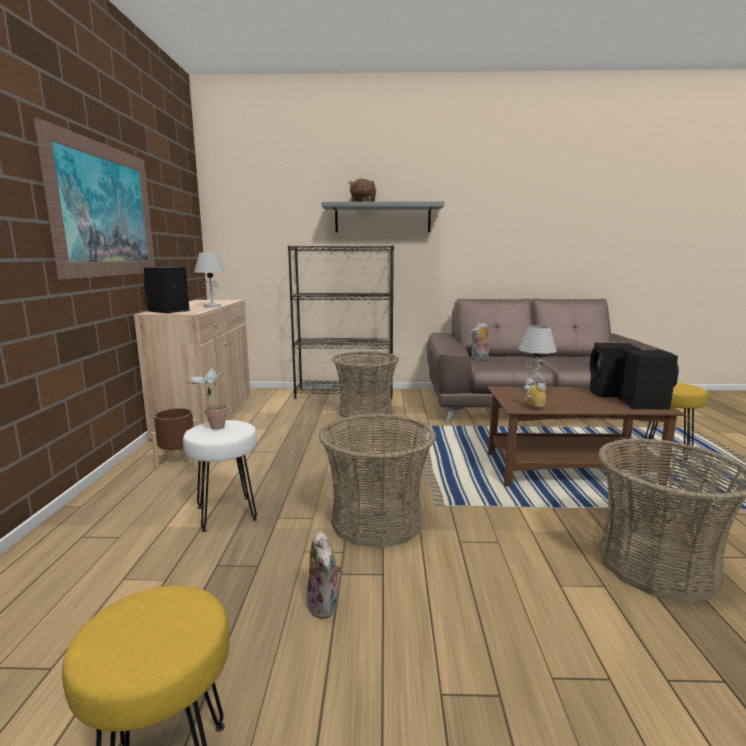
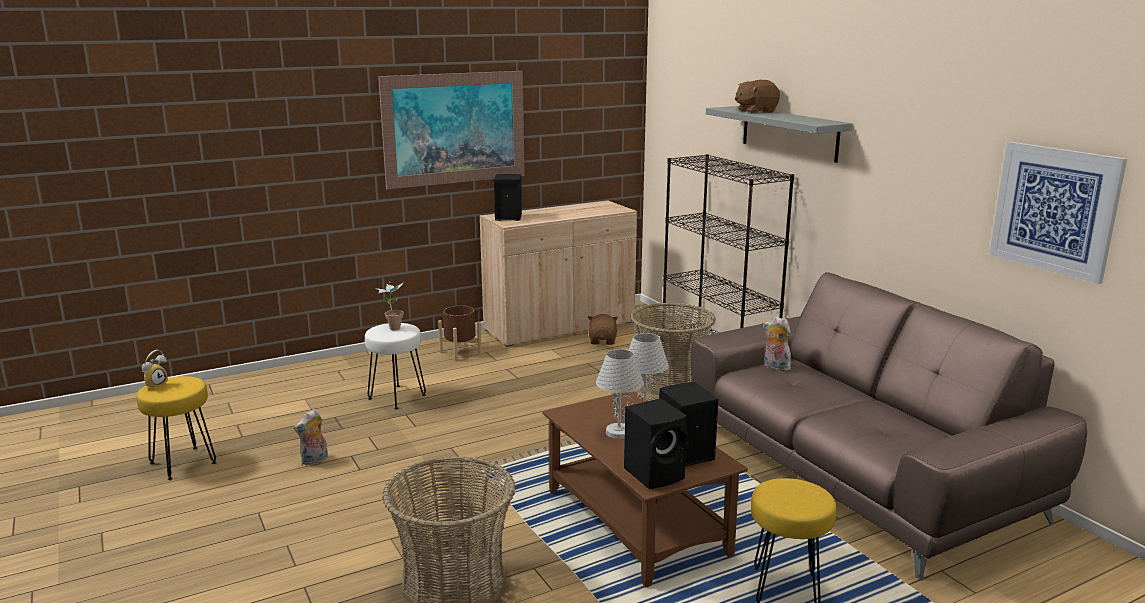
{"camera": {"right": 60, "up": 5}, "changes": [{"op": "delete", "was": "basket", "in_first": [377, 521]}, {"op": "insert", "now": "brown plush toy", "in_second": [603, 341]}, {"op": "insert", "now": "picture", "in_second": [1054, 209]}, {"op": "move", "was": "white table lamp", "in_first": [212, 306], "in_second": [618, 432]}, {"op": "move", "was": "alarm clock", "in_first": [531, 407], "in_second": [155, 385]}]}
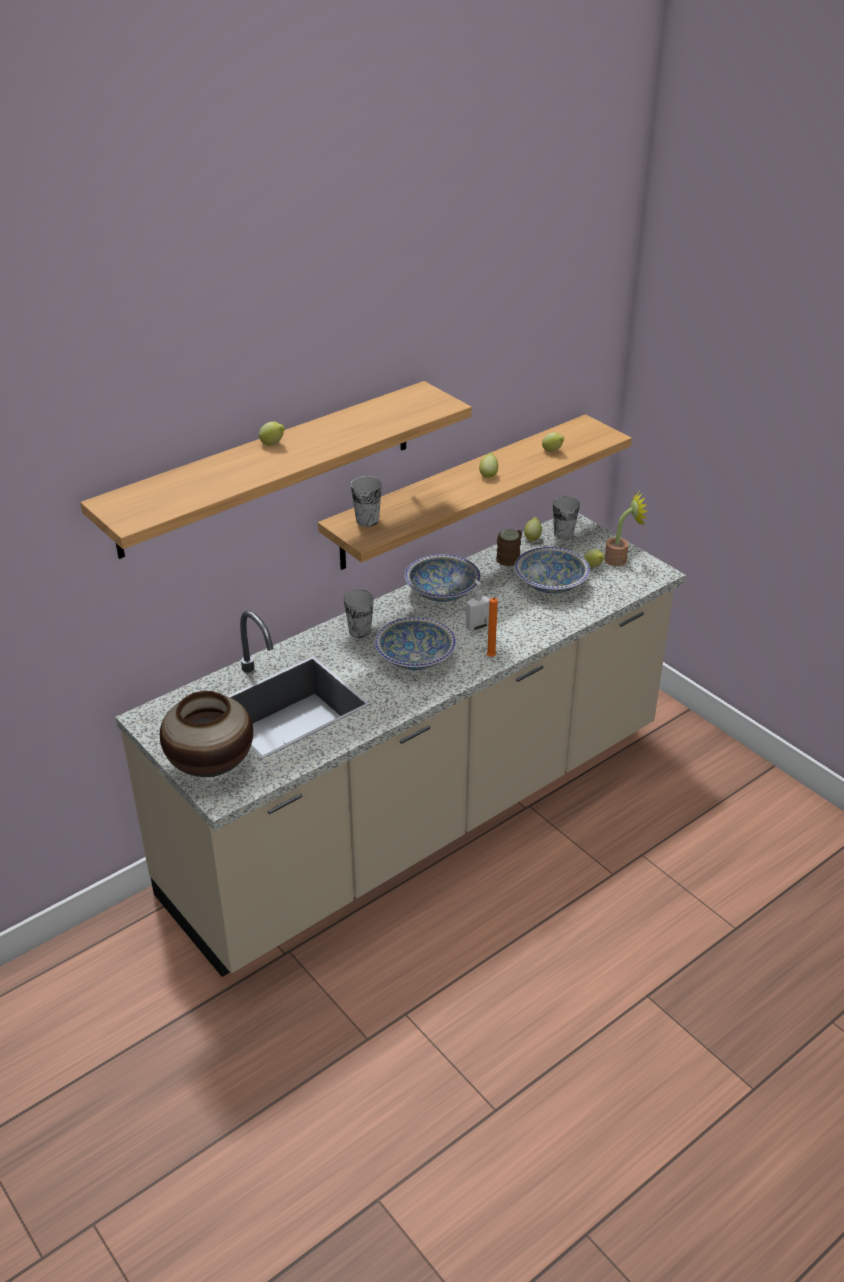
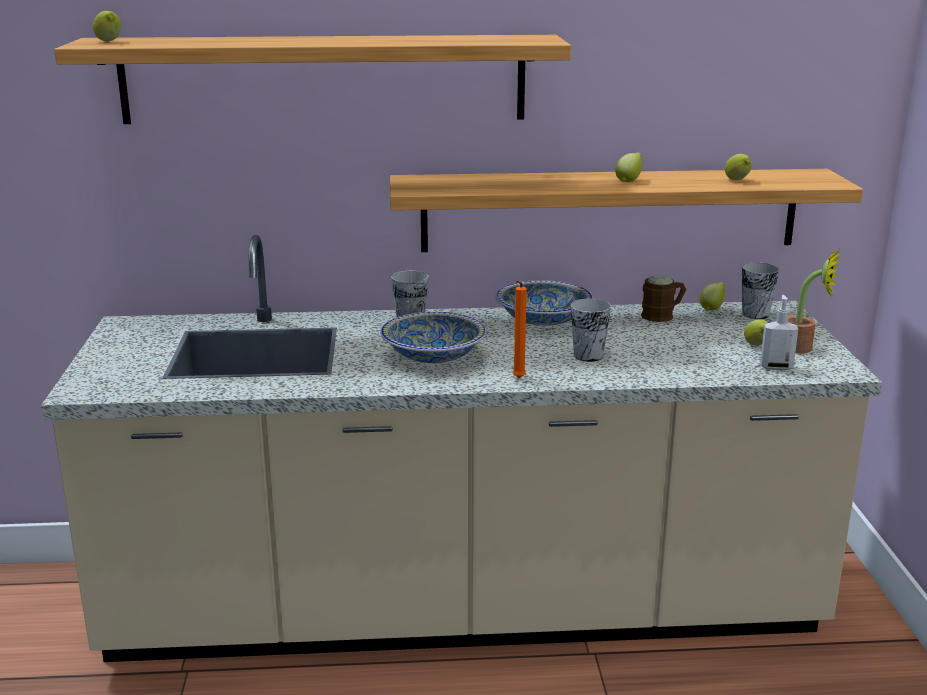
{"camera": {"right": 35, "up": -15}, "changes": [{"op": "delete", "was": "vase", "in_first": [210, 765]}, {"op": "delete", "was": "bowl", "in_first": [551, 584]}, {"op": "move", "was": "lemon", "in_first": [273, 444], "in_second": [109, 41]}, {"op": "move", "was": "cup", "in_first": [367, 520], "in_second": [588, 356]}, {"op": "move", "was": "soap dispenser", "in_first": [476, 626], "in_second": [776, 367]}]}
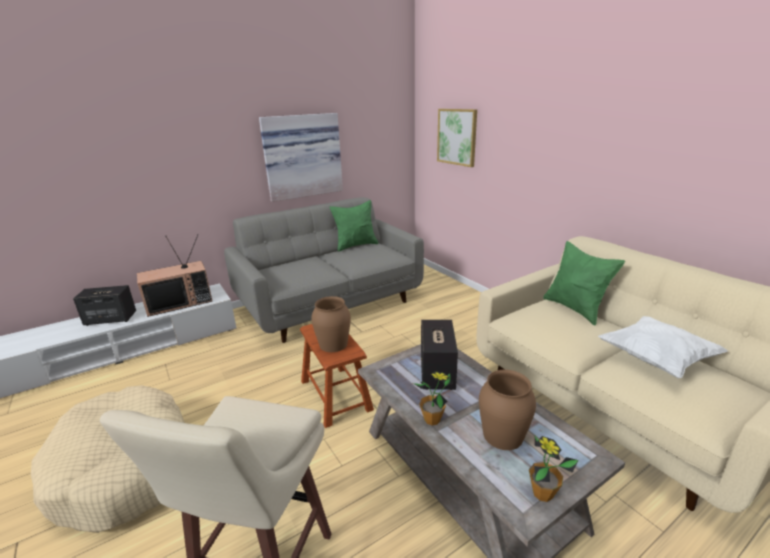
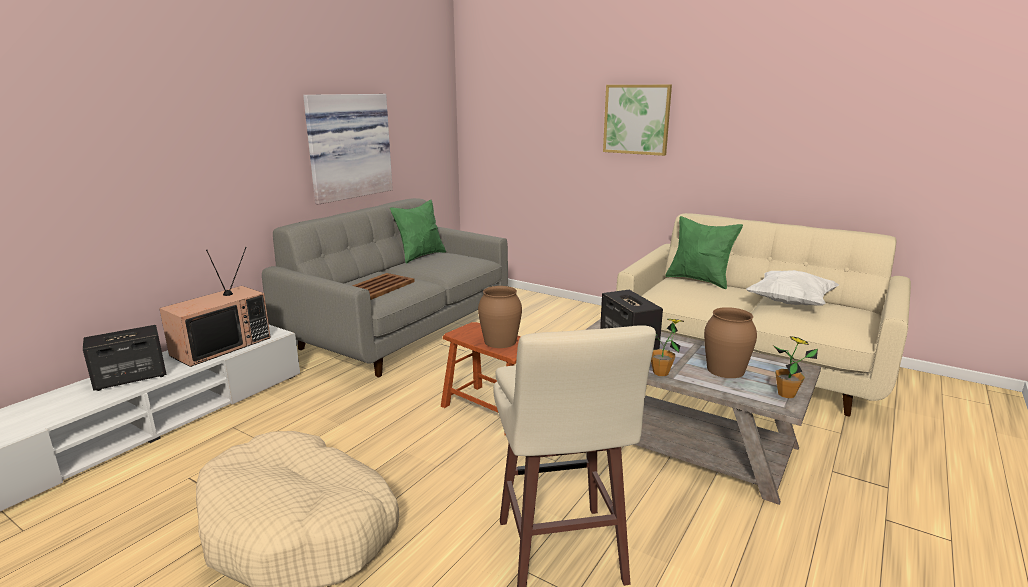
{"camera": {"right": -25, "up": -5}, "changes": [{"op": "insert", "now": "brown tray", "in_second": [378, 287]}, {"op": "move", "was": "picture", "in_first": [457, 137], "in_second": [636, 119]}]}
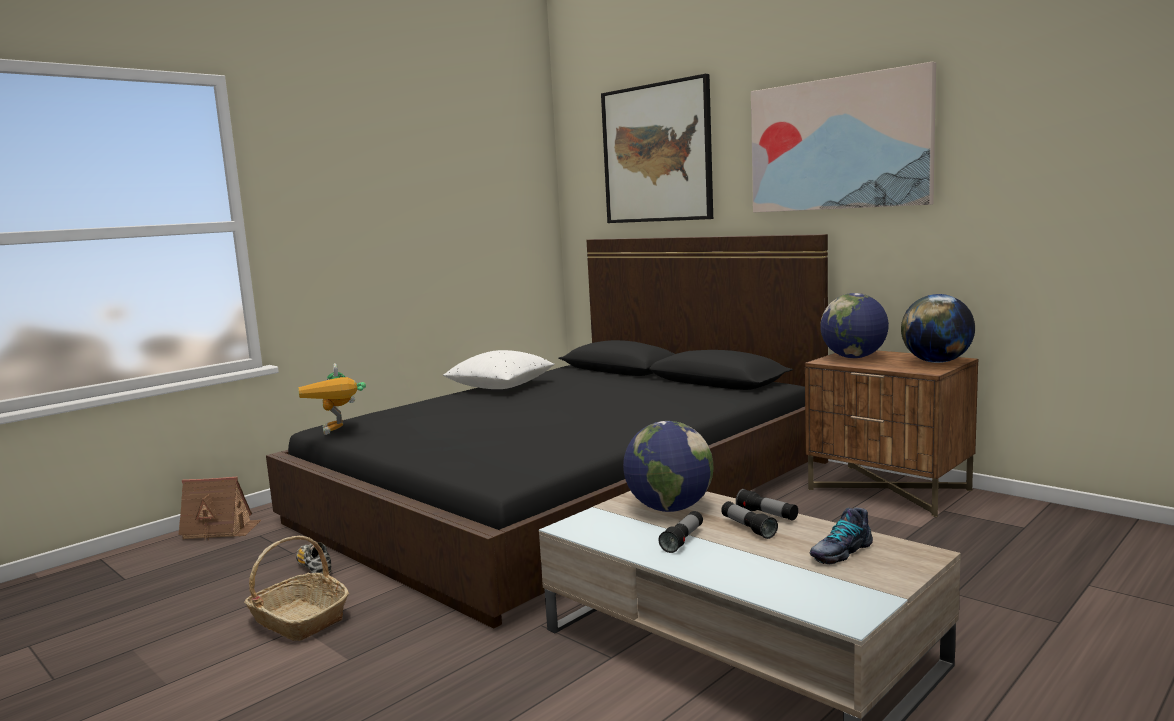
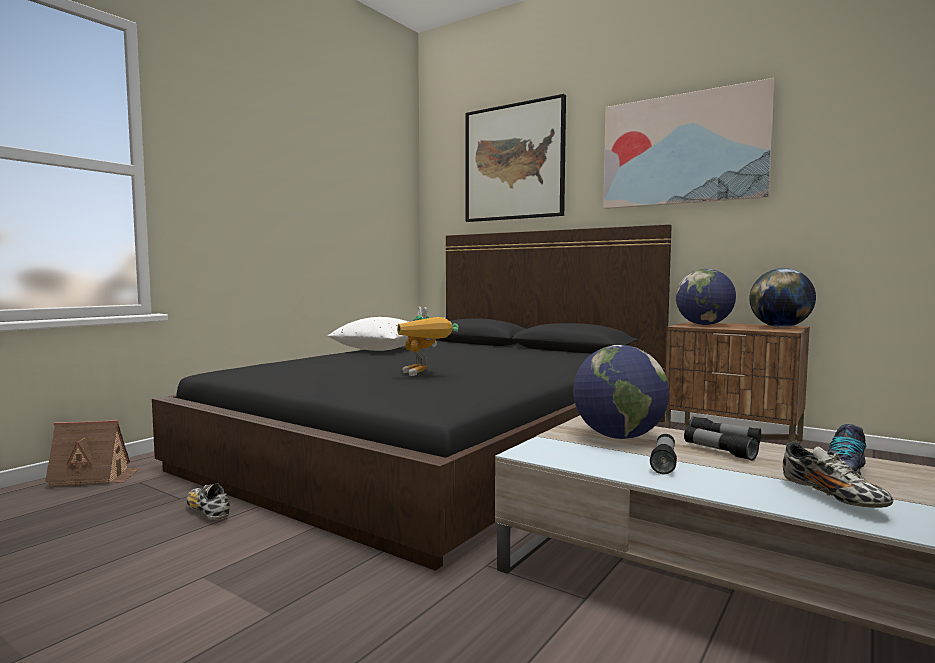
{"camera": {"right": -10, "up": -5}, "changes": [{"op": "delete", "was": "basket", "in_first": [298, 620]}, {"op": "insert", "now": "shoe", "in_second": [833, 497]}, {"op": "move", "was": "toy robot", "in_first": [339, 432], "in_second": [424, 375]}]}
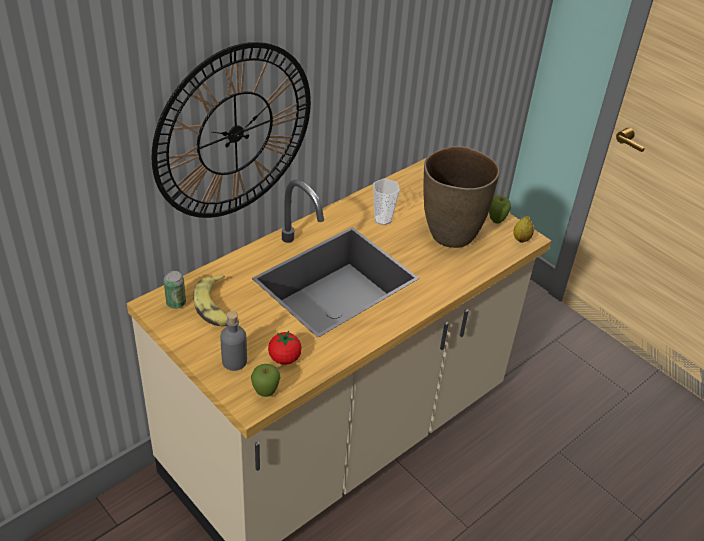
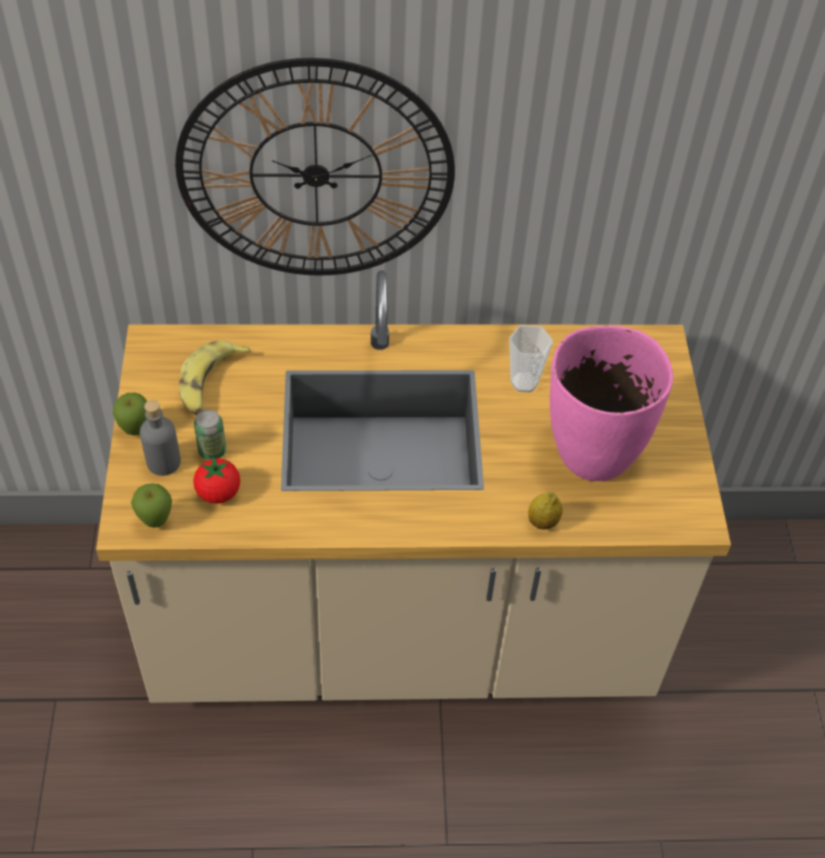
{"camera": {"right": 40, "up": 10}, "changes": [{"op": "move", "was": "can", "in_first": [176, 303], "in_second": [212, 451]}, {"op": "move", "was": "apple", "in_first": [496, 221], "in_second": [136, 430]}, {"op": "move", "was": "lemon", "in_first": [521, 239], "in_second": [542, 522]}, {"op": "recolor", "was": "brown vase", "now": "pink vase", "in_first": [450, 234], "in_second": [592, 453]}]}
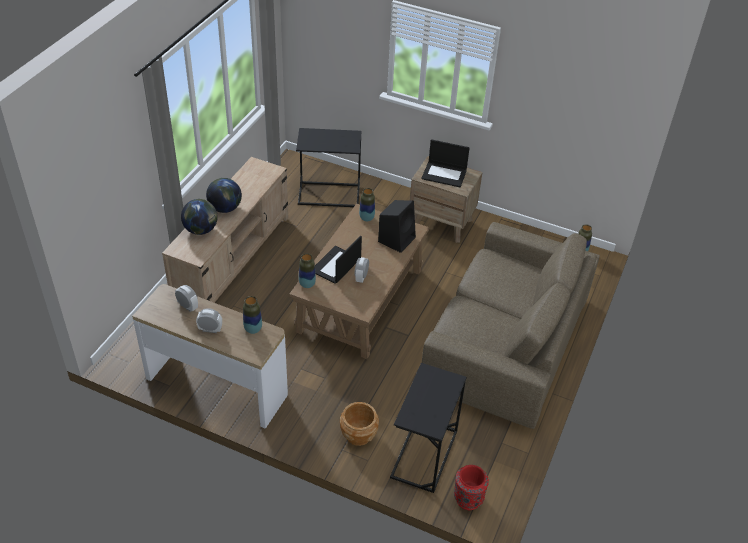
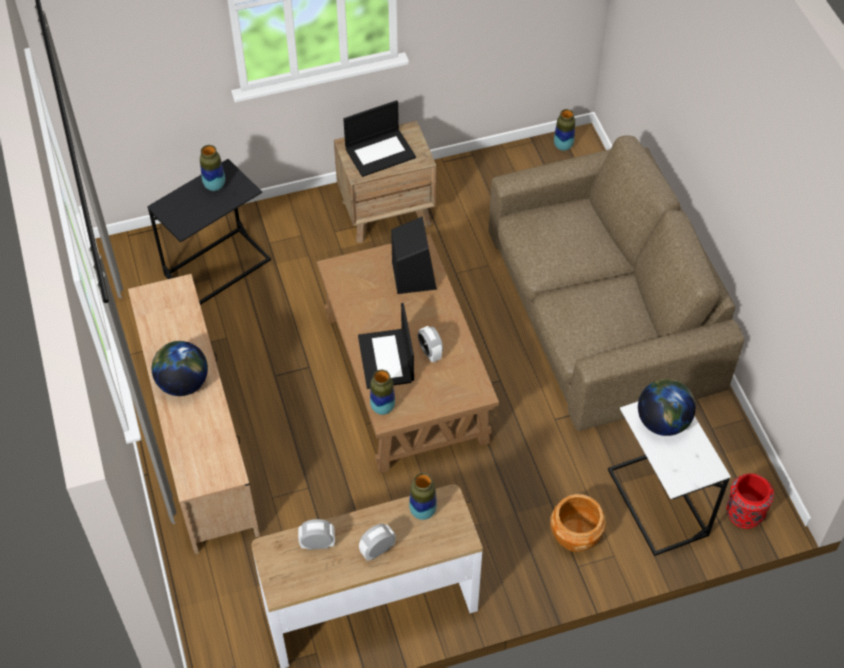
{"camera": {"right": -40, "up": 10}, "changes": [{"op": "move", "was": "globe", "in_first": [201, 230], "in_second": [662, 421]}, {"op": "move", "was": "vase", "in_first": [366, 218], "in_second": [214, 185]}, {"op": "recolor", "was": "black side table", "now": "white side table", "in_first": [424, 454], "in_second": [658, 502]}]}
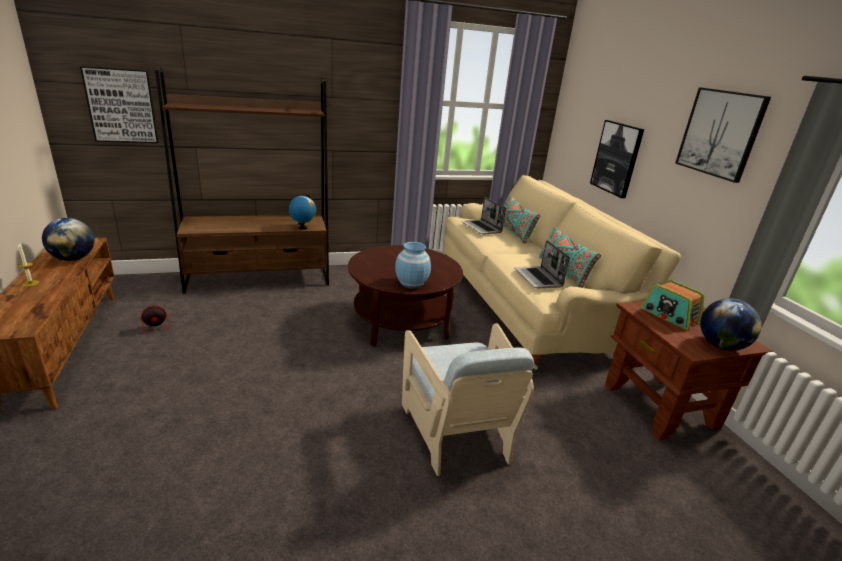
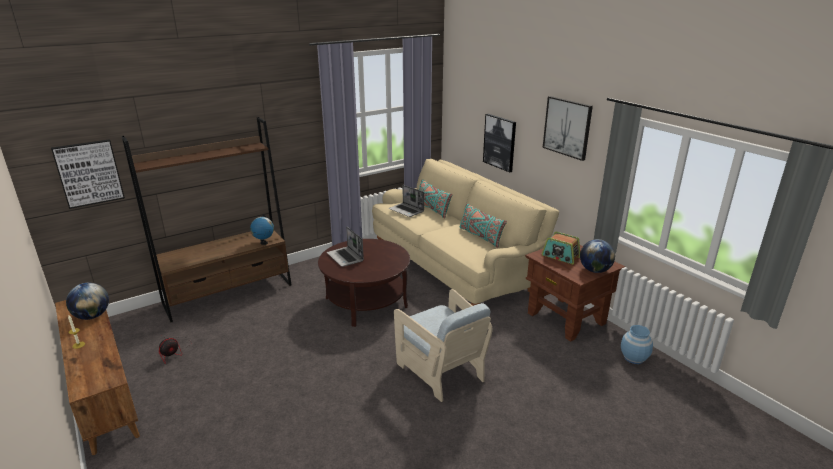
{"camera": {"right": -15, "up": 0}, "changes": [{"op": "move", "was": "blue vase", "in_first": [411, 283], "in_second": [634, 358]}, {"op": "move", "was": "laptop", "in_first": [538, 278], "in_second": [345, 257]}]}
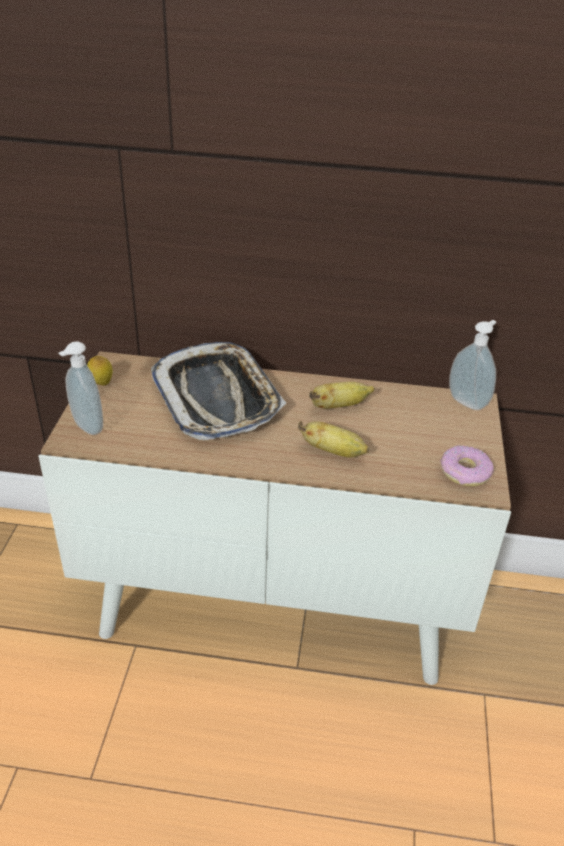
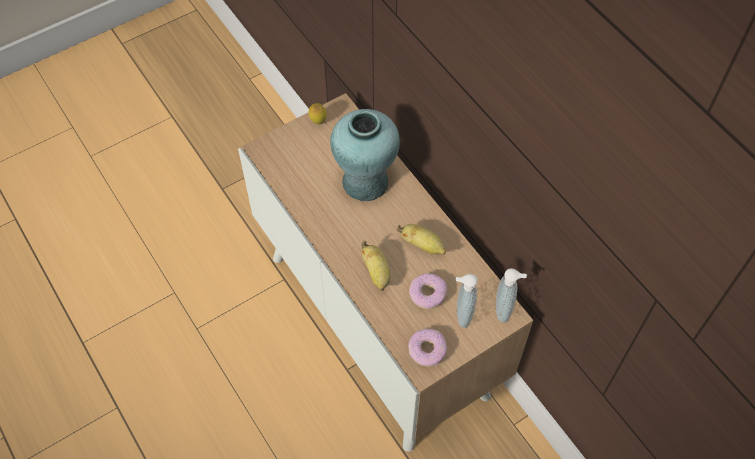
{"camera": {"right": 50, "up": 20}, "changes": [{"op": "insert", "now": "donut", "in_second": [427, 294]}, {"op": "move", "was": "soap dispenser", "in_first": [86, 427], "in_second": [462, 314]}, {"op": "replace", "was": "tray", "now": "turquoise vase", "in_first": [217, 398], "in_second": [365, 182]}]}
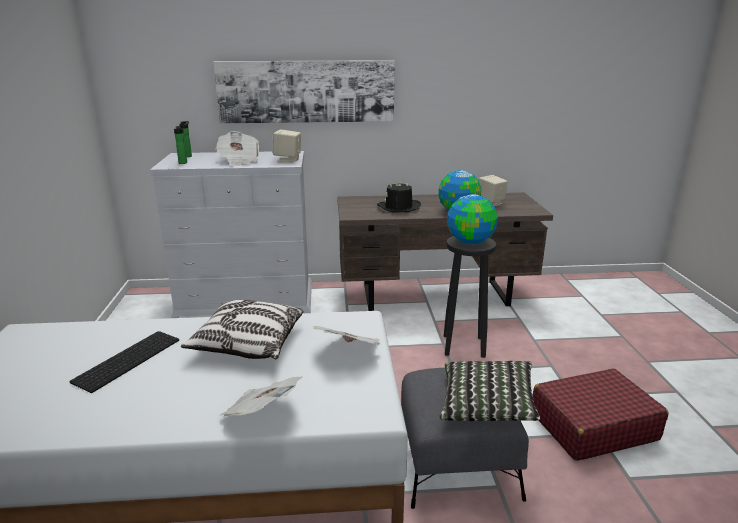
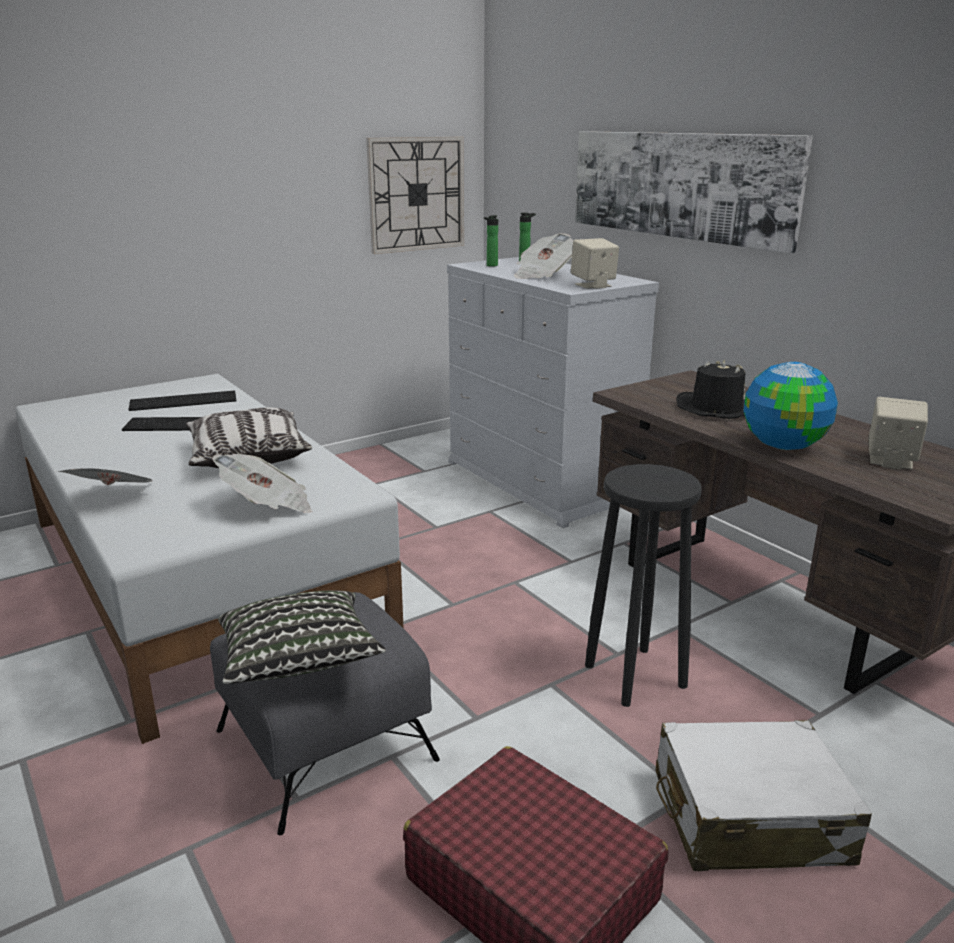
{"camera": {"right": 60, "up": 0}, "changes": [{"op": "delete", "was": "globe", "in_first": [470, 242]}, {"op": "insert", "now": "keyboard", "in_second": [184, 400]}, {"op": "insert", "now": "wall clock", "in_second": [416, 194]}, {"op": "insert", "now": "white suitcase", "in_second": [749, 817]}]}
